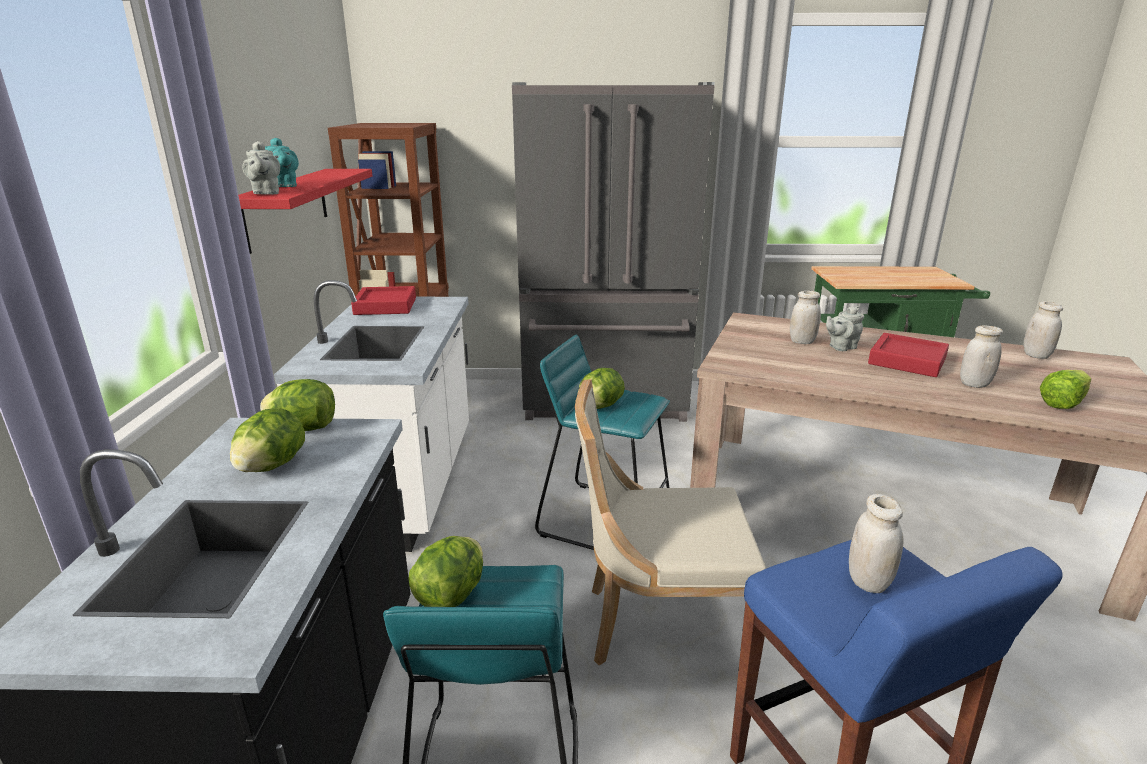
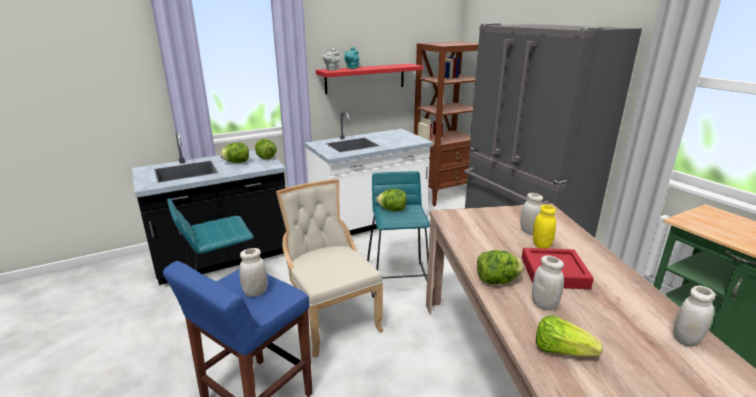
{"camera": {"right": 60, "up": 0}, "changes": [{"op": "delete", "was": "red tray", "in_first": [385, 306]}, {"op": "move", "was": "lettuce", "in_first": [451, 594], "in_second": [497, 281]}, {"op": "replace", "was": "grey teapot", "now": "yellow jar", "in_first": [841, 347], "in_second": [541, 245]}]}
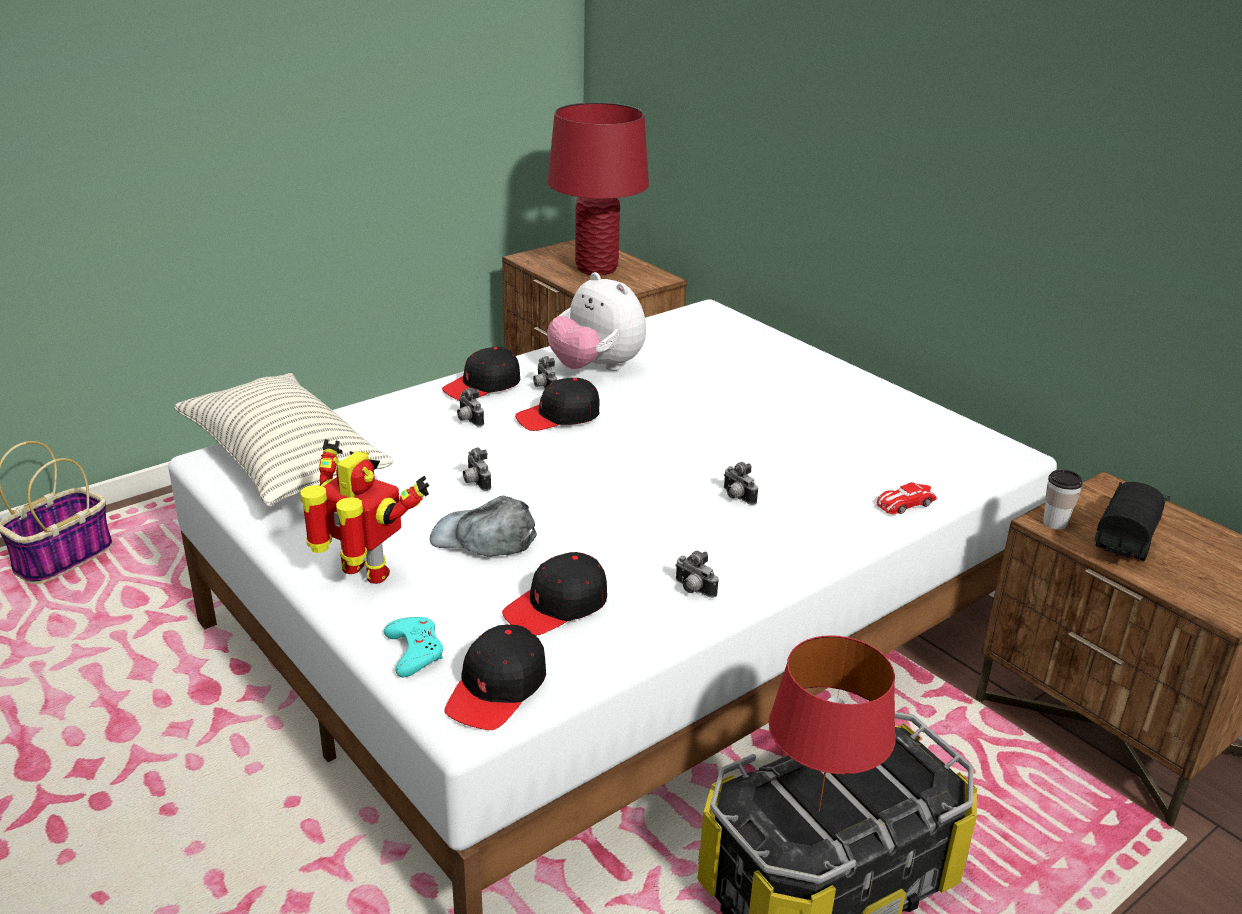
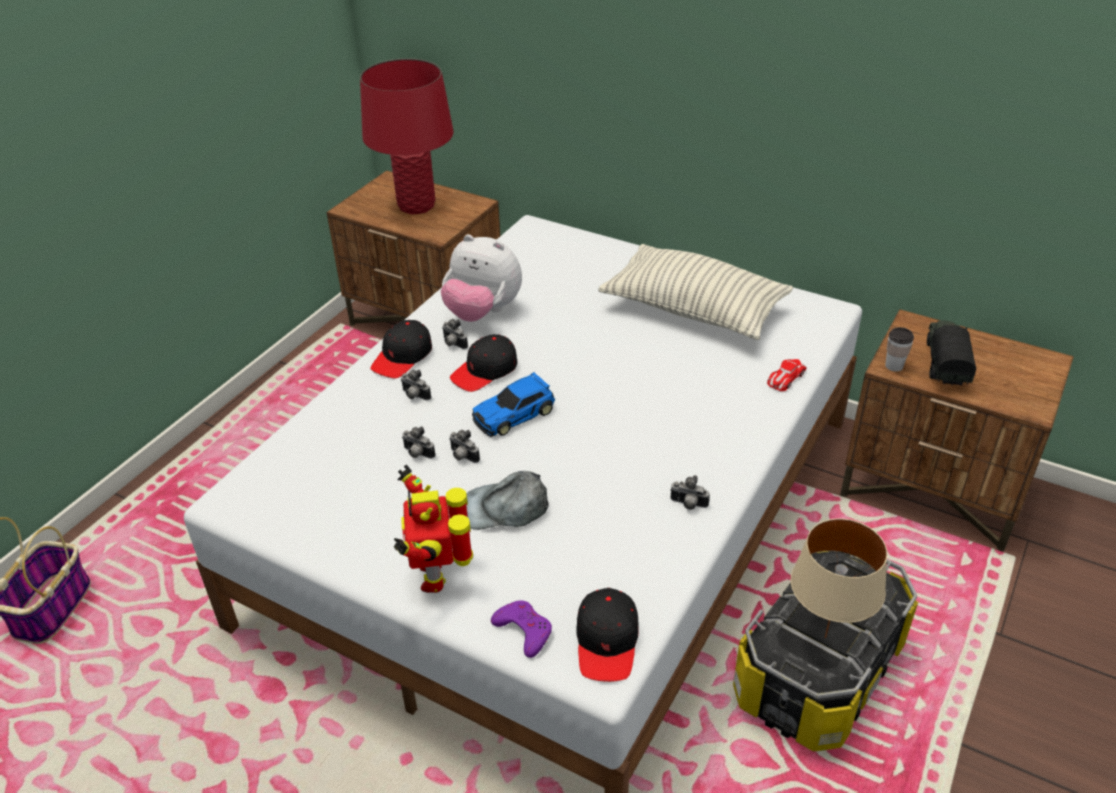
{"camera": {"right": -20, "up": 10}, "changes": [{"op": "delete", "was": "black cap", "in_first": [557, 606]}, {"op": "insert", "now": "toy car", "in_second": [515, 414]}, {"op": "move", "was": "pillow", "in_first": [284, 464], "in_second": [694, 310]}, {"op": "move", "was": "photo camera", "in_first": [736, 497], "in_second": [417, 454]}, {"op": "recolor", "was": "turquoise game controller", "now": "purple game controller", "in_first": [414, 651], "in_second": [524, 630]}, {"op": "recolor", "was": "red table lamp", "now": "beige table lamp", "in_first": [818, 811], "in_second": [825, 638]}, {"op": "rotate", "was": "toy robot", "in_first": [364, 575], "in_second": [436, 575], "clockwise": -105}]}
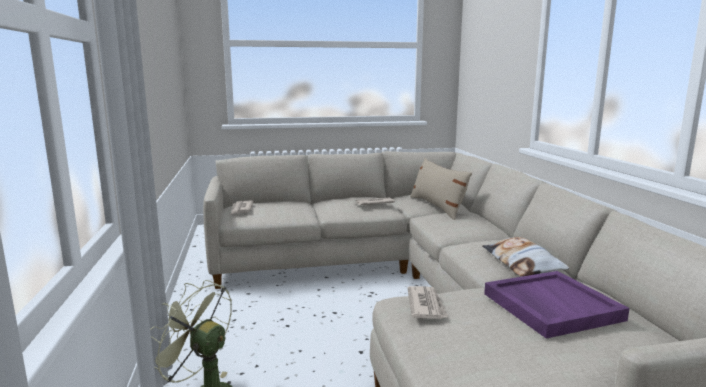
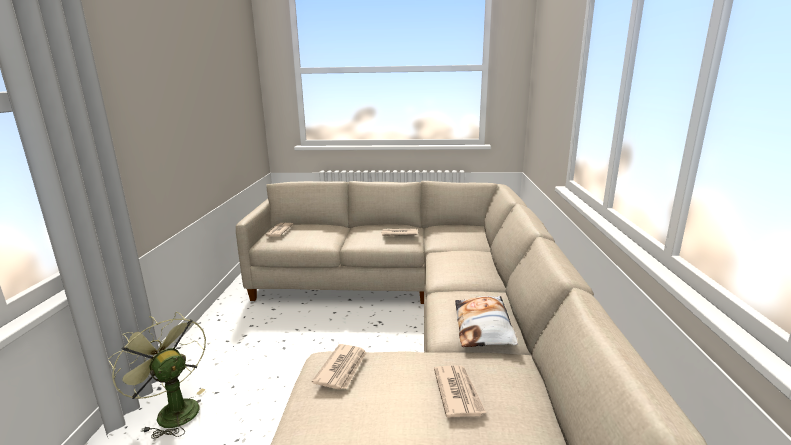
{"camera": {"right": 15, "up": 5}, "changes": [{"op": "delete", "was": "beige pillow", "in_first": [437, 207]}, {"op": "replace", "was": "purple tray", "now": "newspaper", "in_first": [550, 306], "in_second": [458, 392]}]}
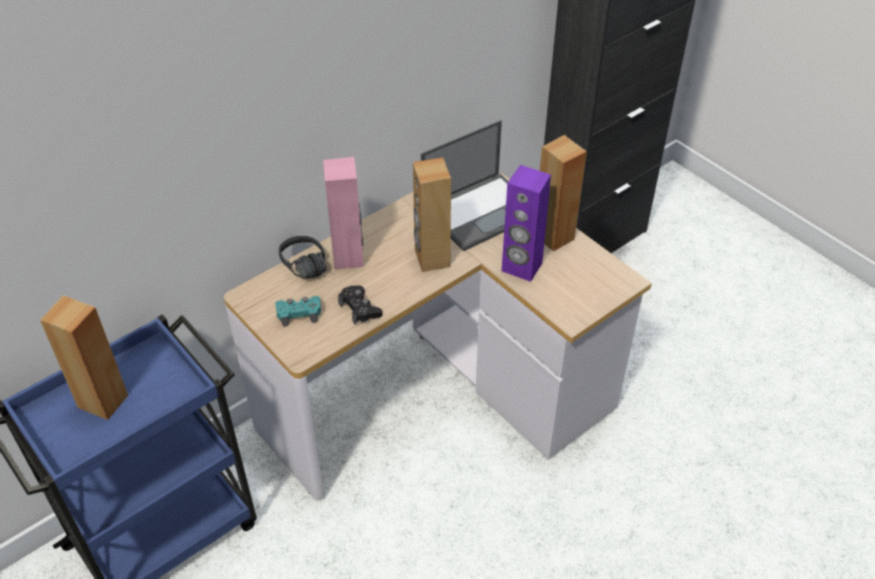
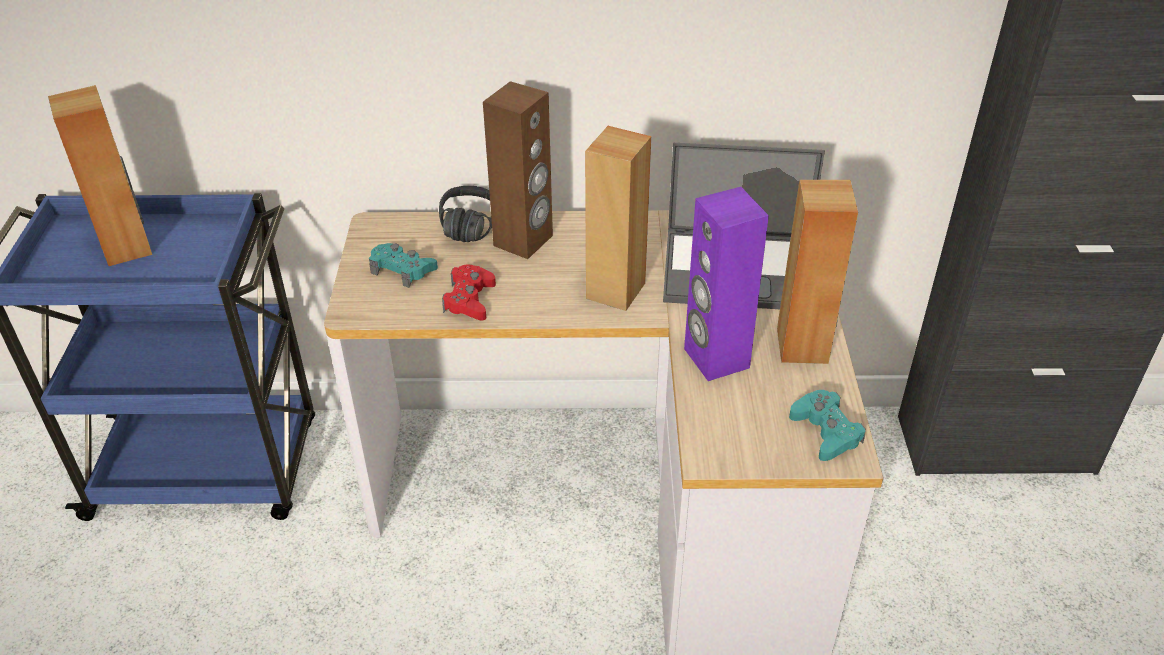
{"camera": {"right": 40, "up": -5}, "changes": [{"op": "insert", "now": "turquoise game controller", "in_second": [826, 431]}, {"op": "recolor", "was": "pink speaker", "now": "brown speaker", "in_first": [348, 257], "in_second": [524, 241]}, {"op": "recolor", "was": "black game controller", "now": "red game controller", "in_first": [360, 309], "in_second": [469, 300]}]}
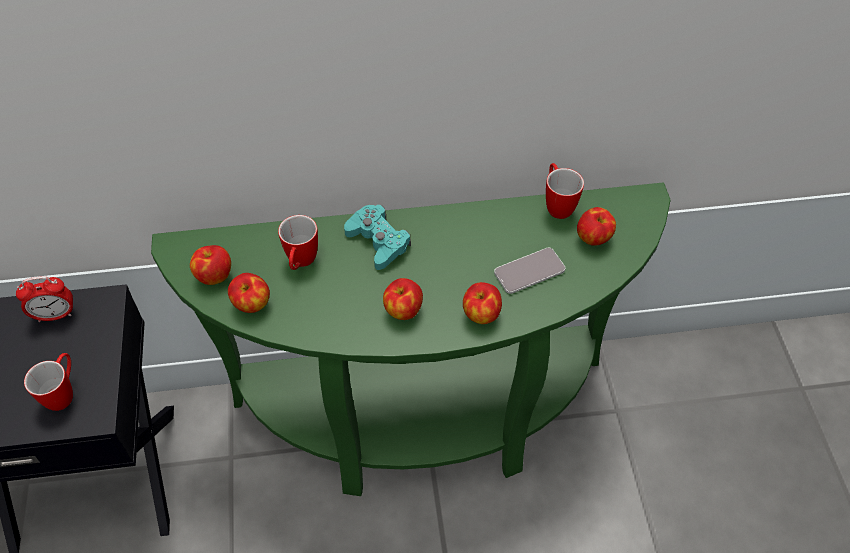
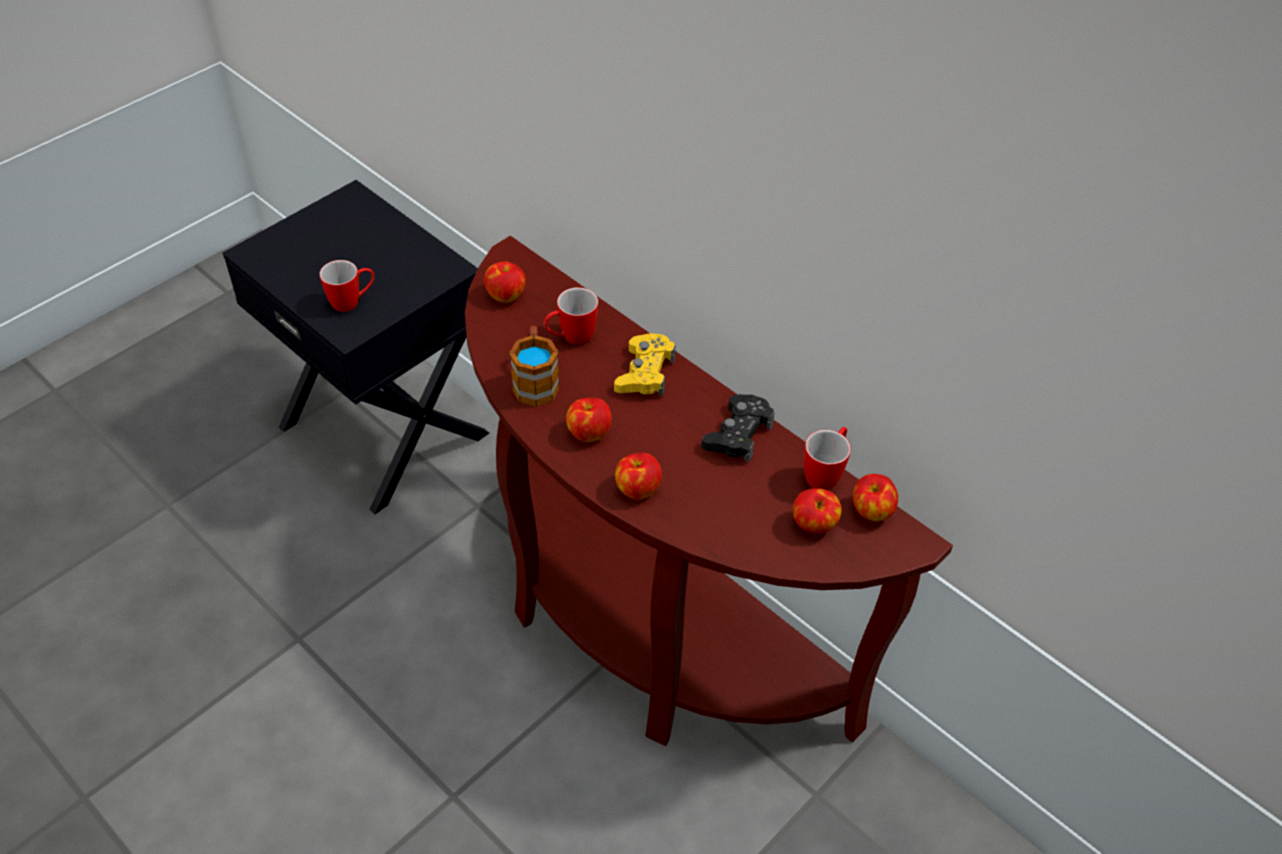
{"camera": {"right": 50, "up": -5}, "changes": [{"op": "delete", "was": "alarm clock", "in_first": [55, 315]}, {"op": "delete", "was": "phone", "in_first": [529, 271]}, {"op": "insert", "now": "mug", "in_second": [535, 381]}, {"op": "insert", "now": "black game controller", "in_second": [738, 434]}, {"op": "move", "was": "apple", "in_first": [252, 304], "in_second": [871, 511]}, {"op": "recolor", "was": "green console table", "now": "brown console table", "in_first": [423, 421], "in_second": [643, 626]}, {"op": "recolor", "was": "turquoise game controller", "now": "yellow game controller", "in_first": [378, 241], "in_second": [645, 373]}]}
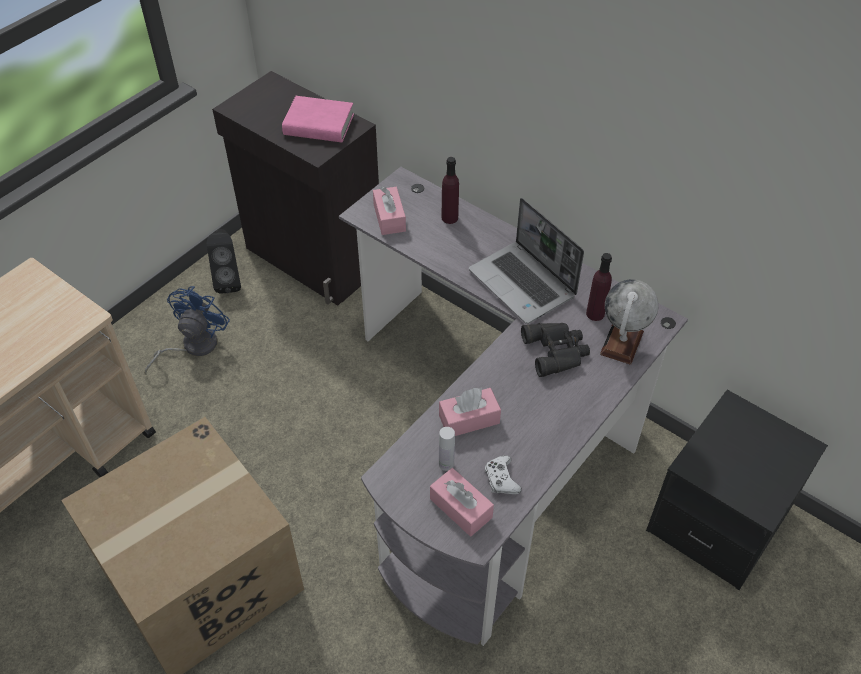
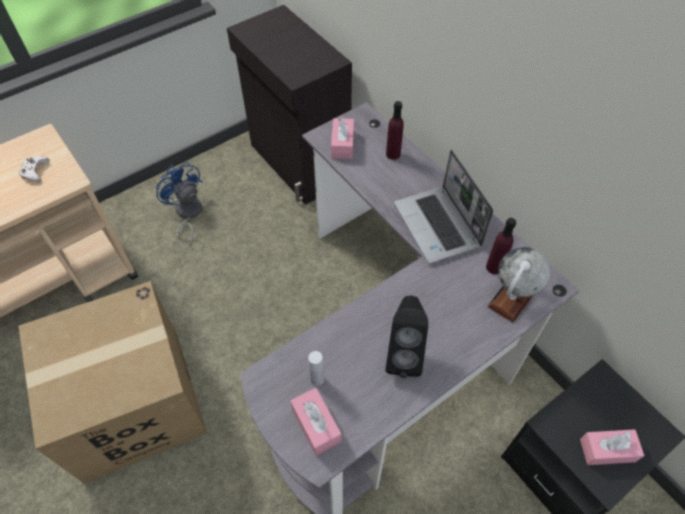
{"camera": {"right": 15, "up": 5}, "changes": [{"op": "delete", "was": "pink book", "in_first": [319, 125]}, {"op": "delete", "was": "black binoculars", "in_first": [557, 351]}, {"op": "move", "was": "black speaker", "in_first": [229, 281], "in_second": [403, 354]}, {"op": "move", "was": "pink tissue box", "in_first": [469, 419], "in_second": [607, 450]}, {"op": "move", "was": "white game controller", "in_first": [501, 479], "in_second": [35, 171]}, {"op": "rotate", "was": "blue fan", "in_first": [192, 346], "in_second": [187, 214], "clockwise": -75}]}
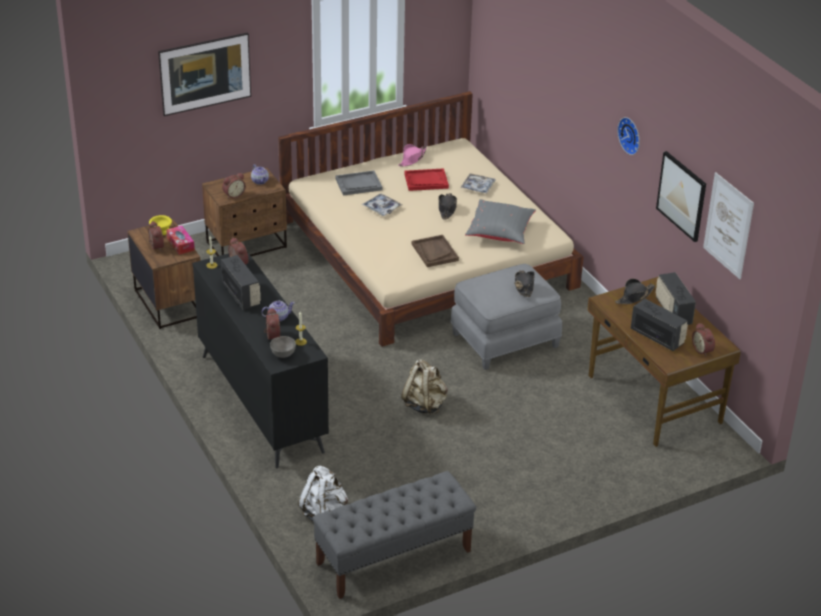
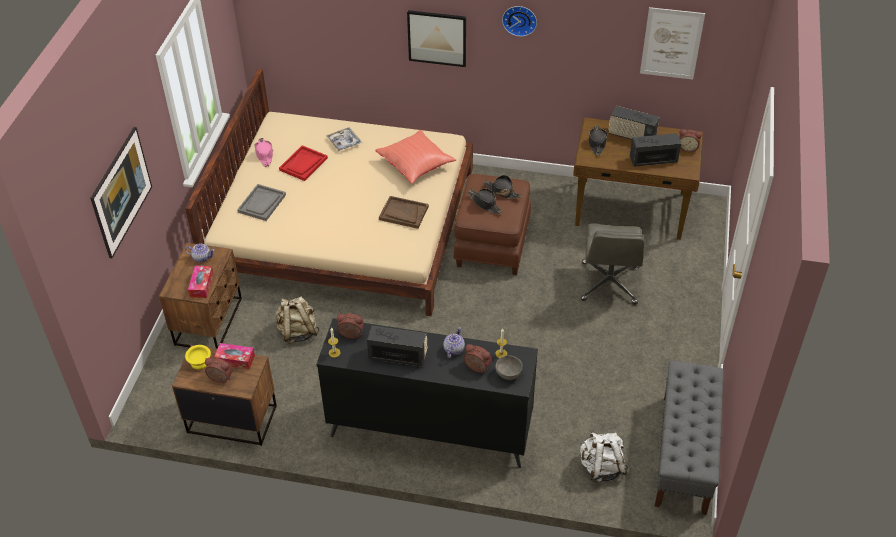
{"camera": {"right": -50, "up": 10}, "changes": [{"op": "delete", "was": "tray", "in_first": [382, 208]}, {"op": "insert", "now": "grey office chair", "in_second": [609, 284]}, {"op": "move", "was": "beige backpack", "in_first": [425, 404], "in_second": [297, 332]}, {"op": "move", "was": "black hat", "in_first": [447, 209], "in_second": [485, 203]}, {"op": "move", "was": "picture", "in_first": [682, 196], "in_second": [437, 38]}, {"op": "replace", "was": "alarm clock", "now": "tissue box", "in_first": [233, 195], "in_second": [201, 285]}, {"op": "recolor", "was": "grey ottoman", "now": "brown ottoman", "in_first": [504, 339], "in_second": [491, 243]}, {"op": "recolor", "was": "grey pillow", "now": "red pillow", "in_first": [500, 233], "in_second": [416, 165]}]}
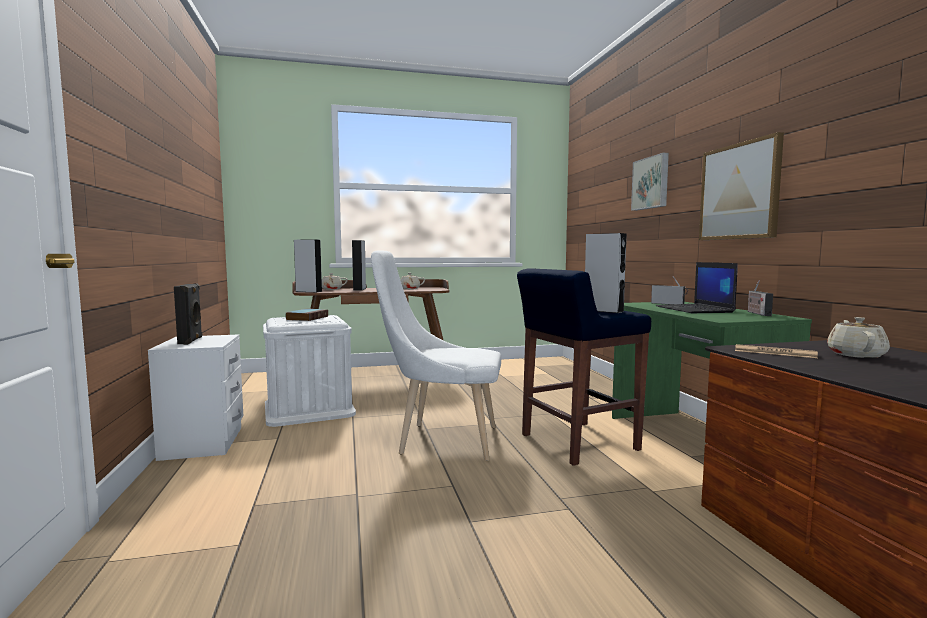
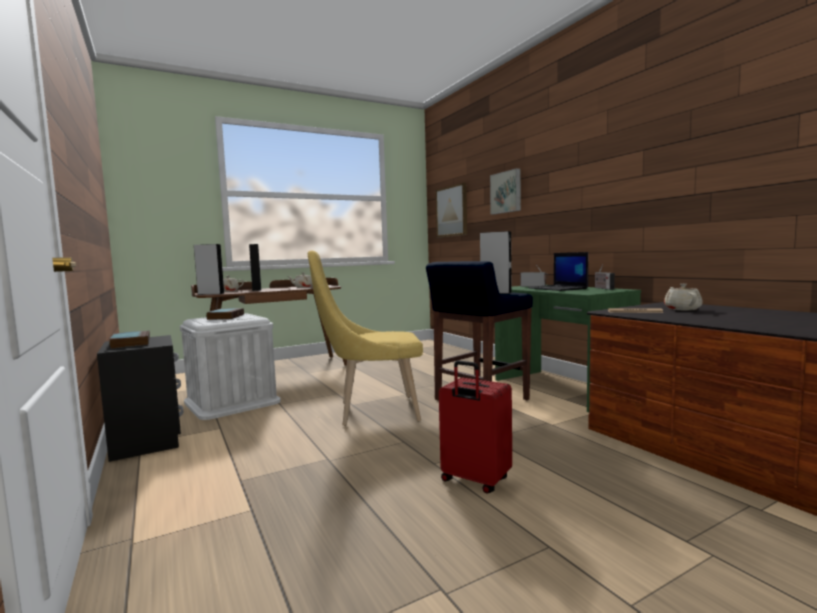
{"camera": {"right": -15, "up": 0}, "changes": [{"op": "insert", "now": "red suitcase", "in_second": [474, 481]}, {"op": "move", "was": "picture", "in_first": [739, 191], "in_second": [452, 211]}, {"op": "replace", "was": "black speaker", "now": "book", "in_first": [191, 341], "in_second": [130, 343]}, {"op": "recolor", "was": "white nightstand", "now": "black nightstand", "in_first": [203, 443], "in_second": [146, 441]}, {"op": "recolor", "was": "white chair", "now": "yellow chair", "in_first": [441, 440], "in_second": [372, 411]}]}
